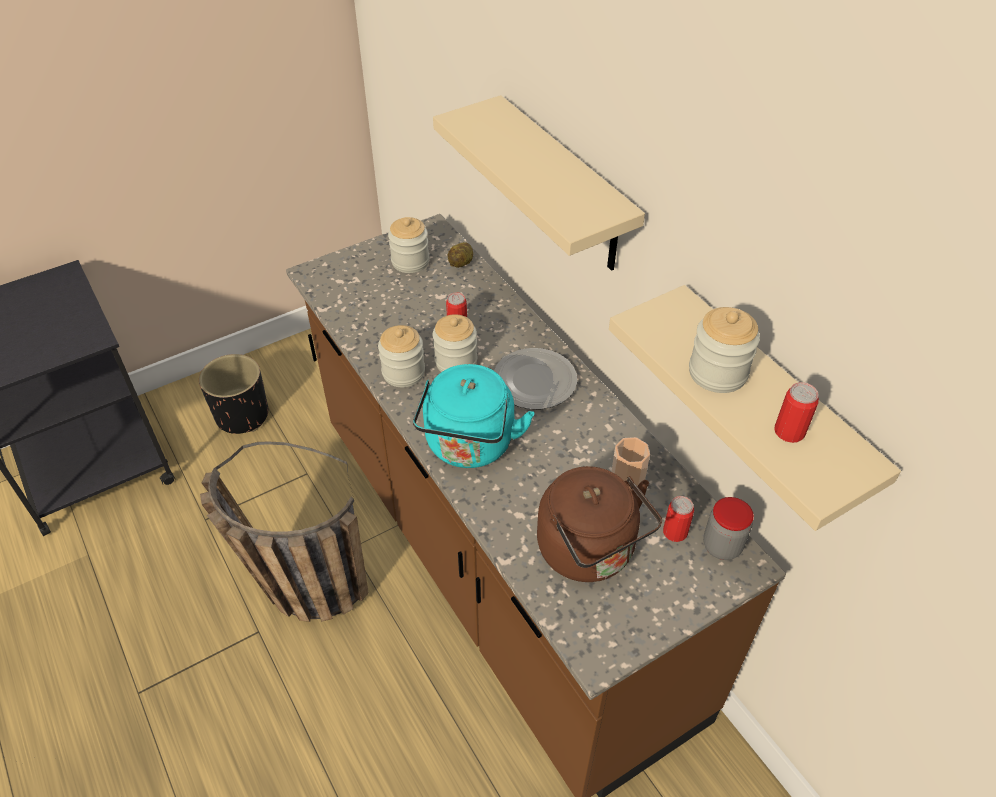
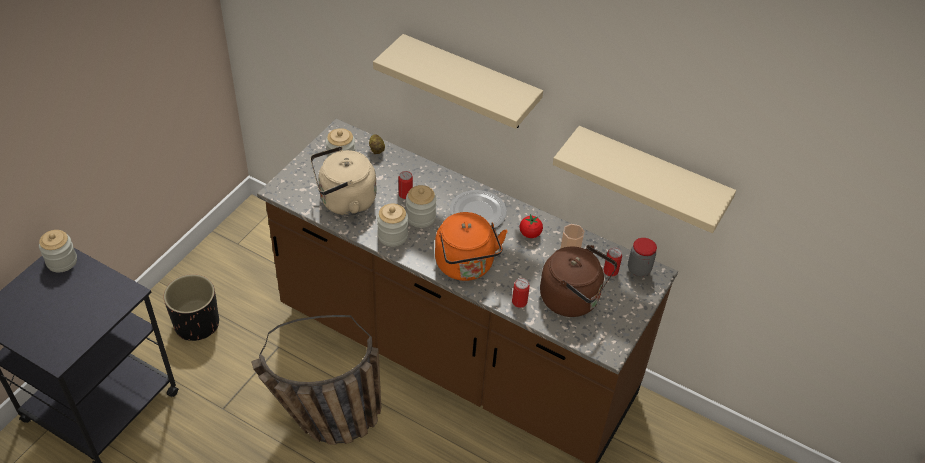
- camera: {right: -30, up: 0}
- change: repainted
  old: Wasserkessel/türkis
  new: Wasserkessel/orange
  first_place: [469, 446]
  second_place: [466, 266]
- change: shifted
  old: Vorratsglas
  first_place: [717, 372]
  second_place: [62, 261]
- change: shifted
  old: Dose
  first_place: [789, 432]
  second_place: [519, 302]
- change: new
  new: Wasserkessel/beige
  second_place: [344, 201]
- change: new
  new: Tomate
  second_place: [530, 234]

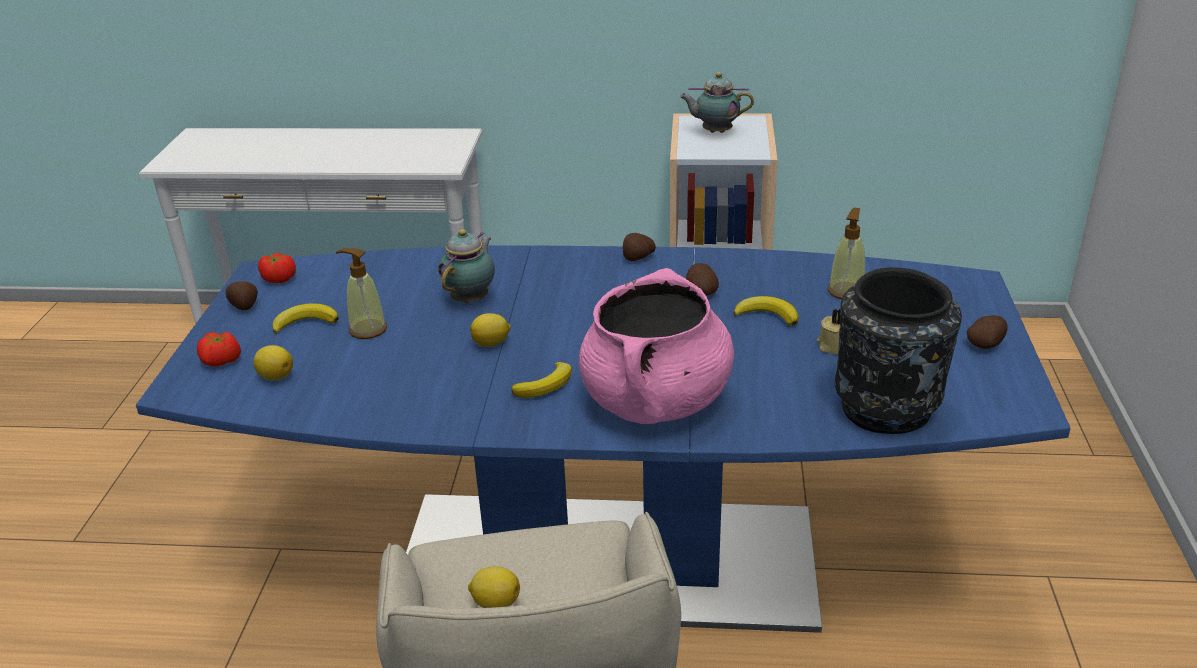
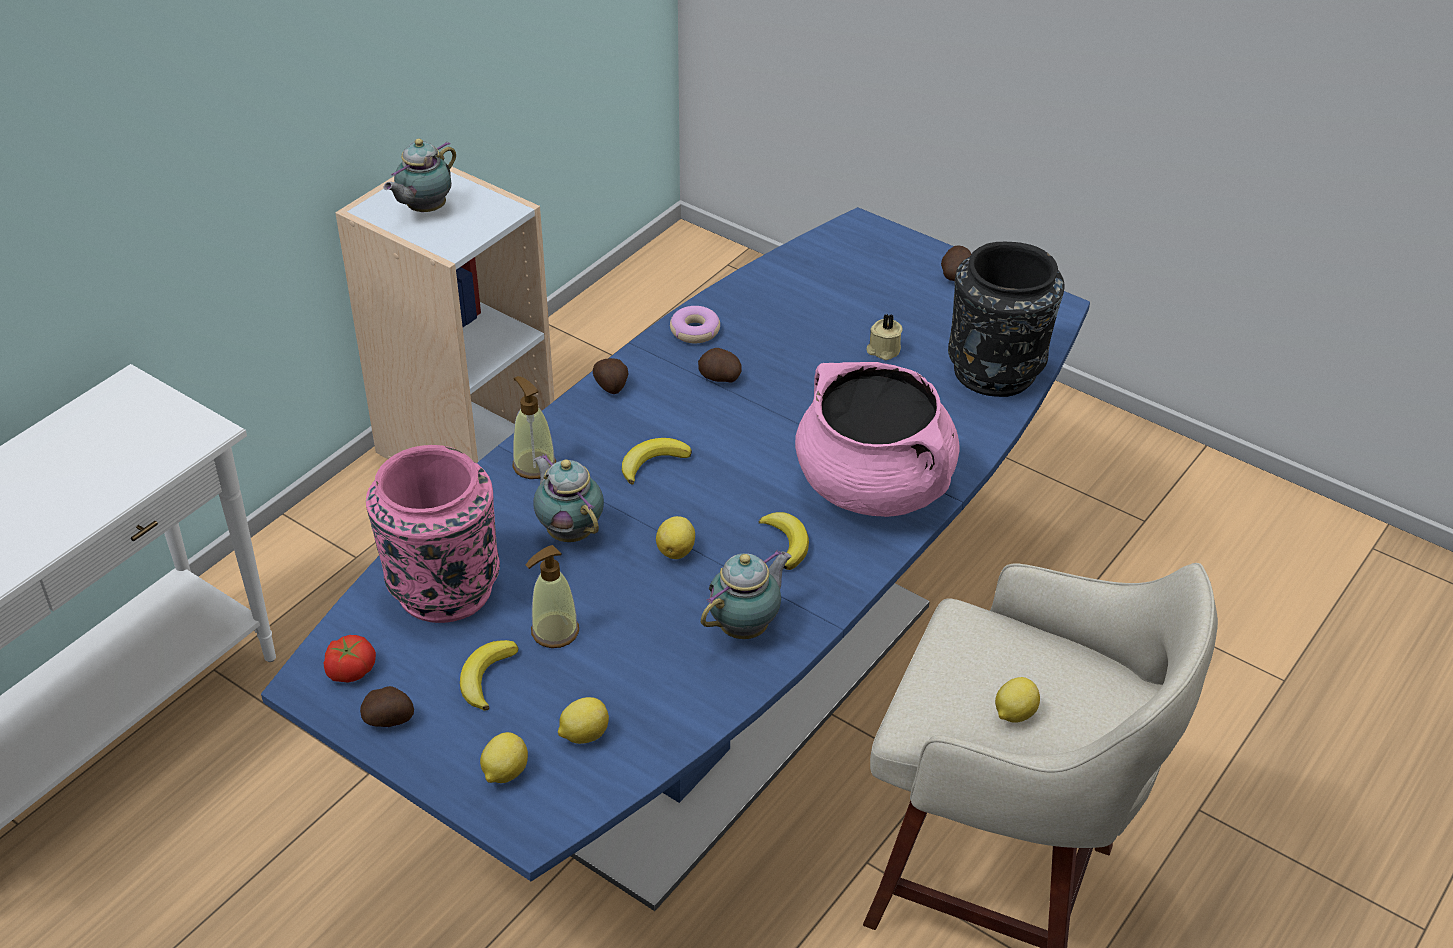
- camera: {right: -60, up: 10}
- change: swapped
  old: Tomate
  new: Zitrone
  first_place: [221, 361]
  second_place: [504, 772]
- change: shifted
  old: Banane
  first_place: [767, 315]
  second_place: [652, 462]
- change: shifted
  old: Seifenspender
  first_place: [846, 291]
  second_place: [534, 465]
- change: new
  new: Vase/rosa
  second_place: [442, 588]
- change: new
  new: Donut
  second_place: [695, 331]
- change: new
  new: Teekanne
  second_place: [746, 627]

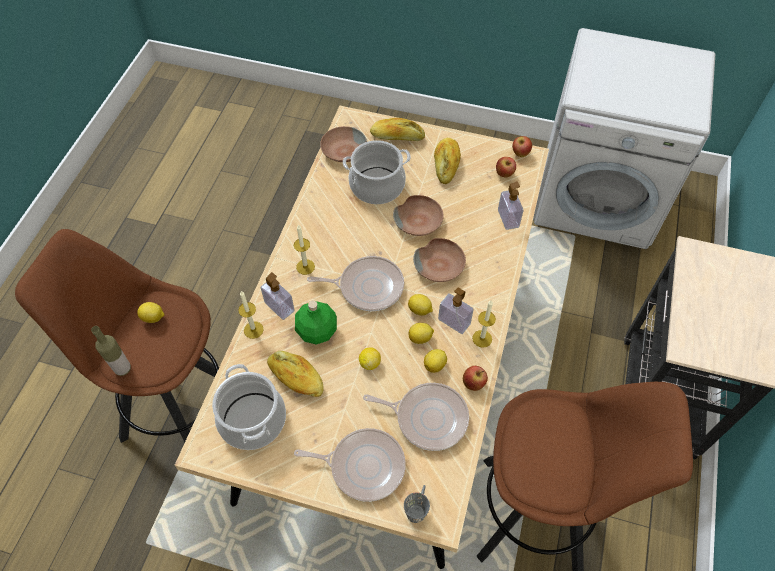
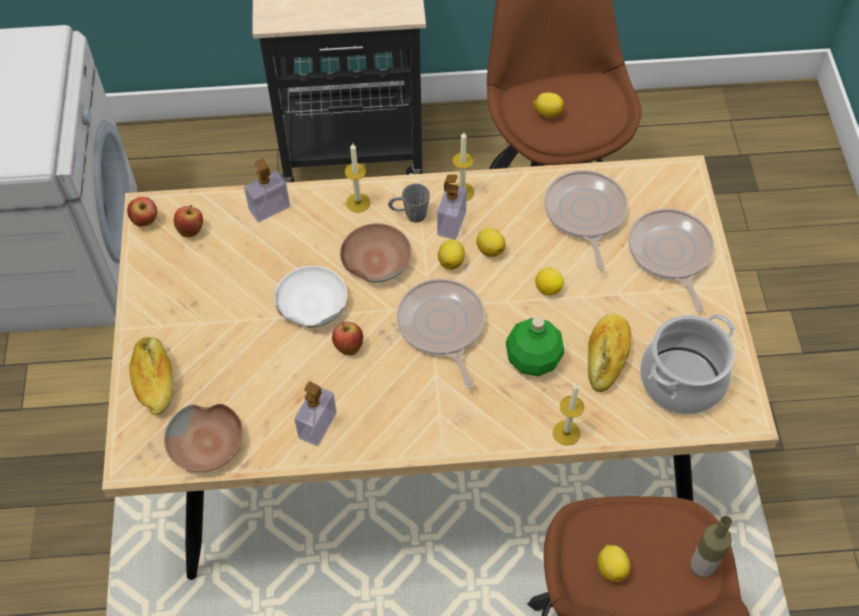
- camera: {right: -110, up: 0}
- change: shifted
  old: Seifenspender
  first_place: [279, 307]
  second_place: [317, 425]
- change: shifted
  old: Kerze
  first_place: [305, 267]
  second_place: [358, 202]
- change: gone
  old: Kochtopf
  first_place: [377, 186]
- change: repainted
  old: Schüssel/braun
  new: Schüssel/weiß
  first_place: [419, 221]
  second_place: [311, 303]
- change: shifted
  old: Henkelbecher/grau
  first_place: [417, 507]
  second_place: [409, 215]
- change: shifted
  old: Zitrone
  first_place: [435, 365]
  second_place: [547, 113]
- change: gone
  old: Brot
  first_place: [446, 165]
- change: shifted
  old: Apfel
  first_place: [473, 383]
  second_place: [348, 346]

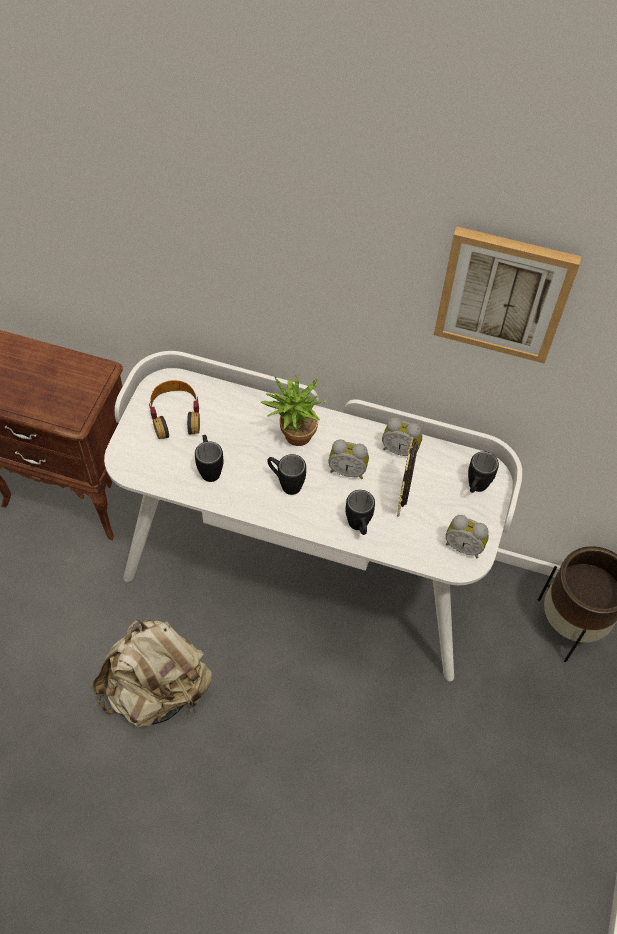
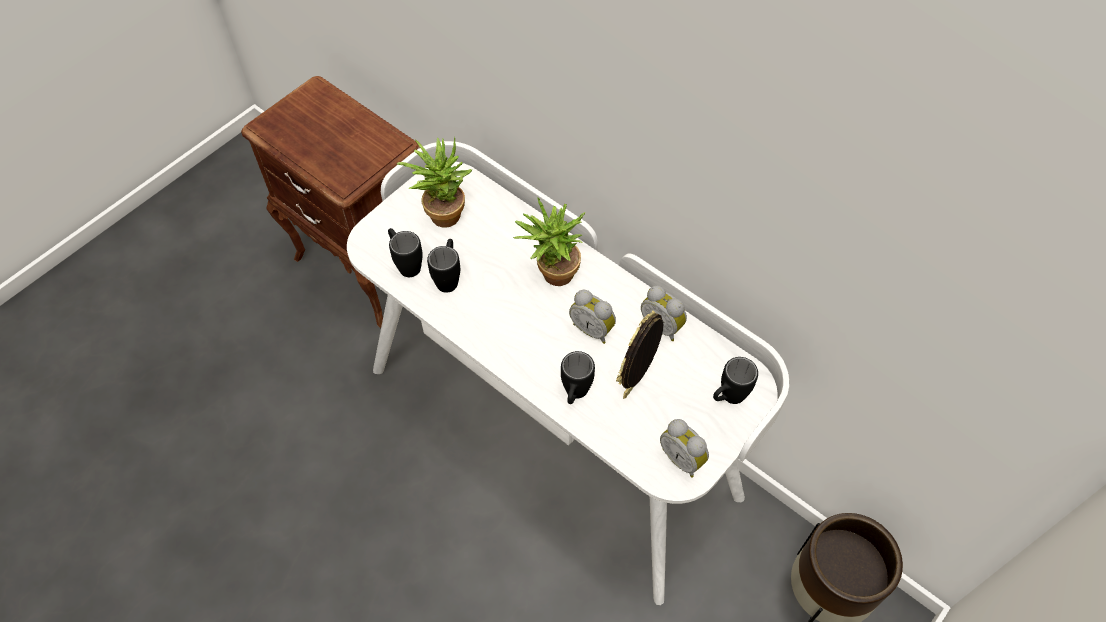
- camera: {right: 25, up: 0}
- change: gone
  old: Rucksack/beige
  first_place: [157, 690]
- change: swapped
  old: Kopfhörer
  new: Topfpflanze
  first_place: [175, 415]
  second_place: [442, 211]
- change: shifted
  old: Henkelbecher/schwarz
  first_place: [285, 483]
  second_place: [406, 264]
- change: gone
  old: Bild
  first_place: [503, 294]

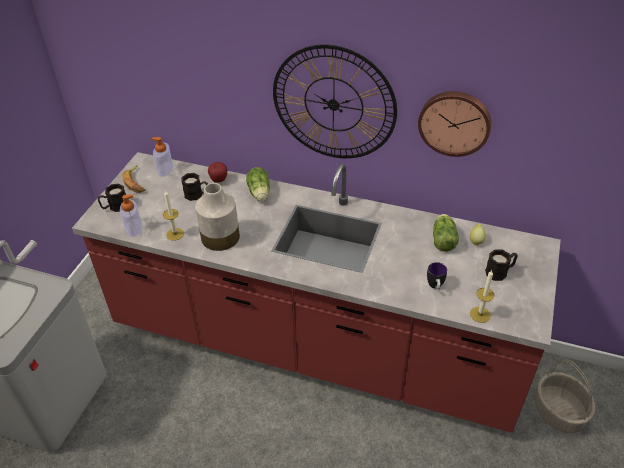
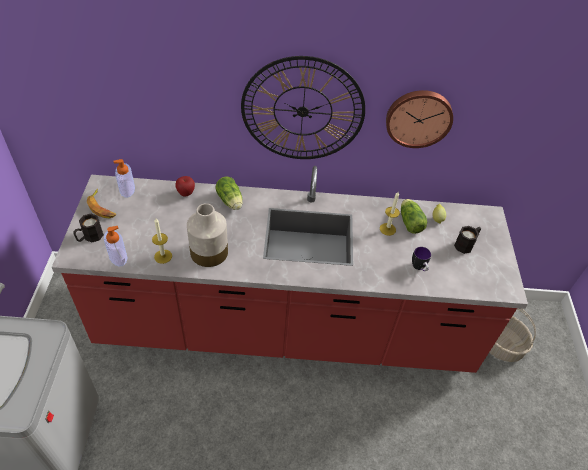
- camera: {right: -20, up: 5}
- change: gone
  old: Henkelbecher/schwarz
  first_place: [197, 195]
- change: shifted
  old: Kerze
  first_place: [480, 314]
  second_place: [387, 229]

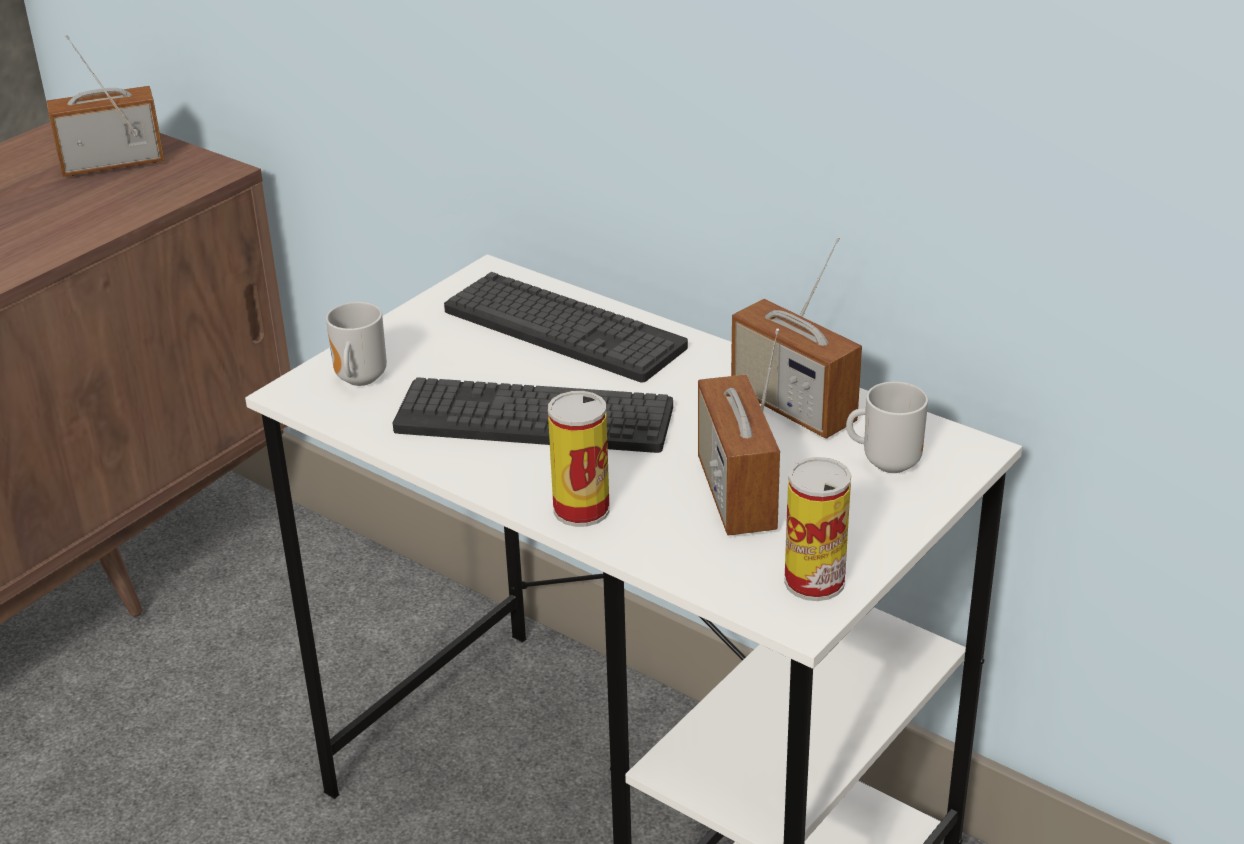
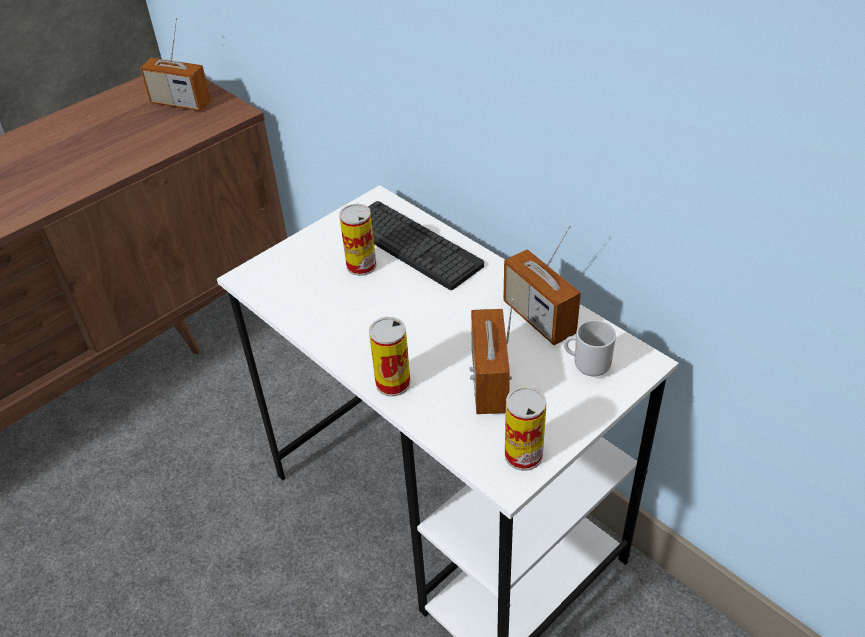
- camera: {right: 10, up: 10}
- change: rotated
  old: Radio
  first_place: [113, 164]
  second_place: [181, 103]
  degrees: -150
- change: gone
  old: Henkelbecher
  first_place: [358, 380]
- change: gone
  old: Tastatur
  first_place: [534, 419]
- change: new
  new: Dose
  second_place: [361, 265]

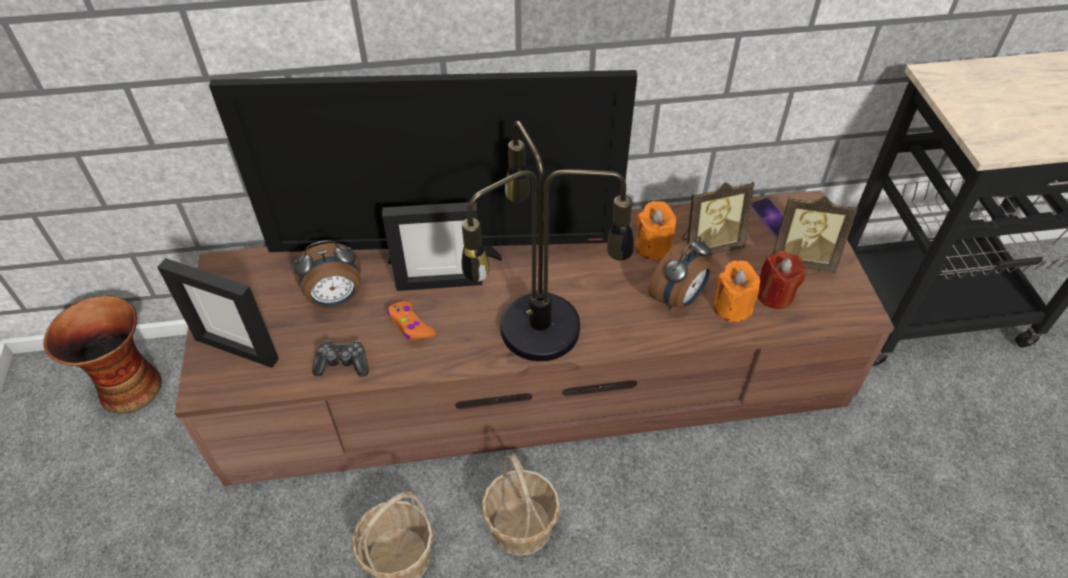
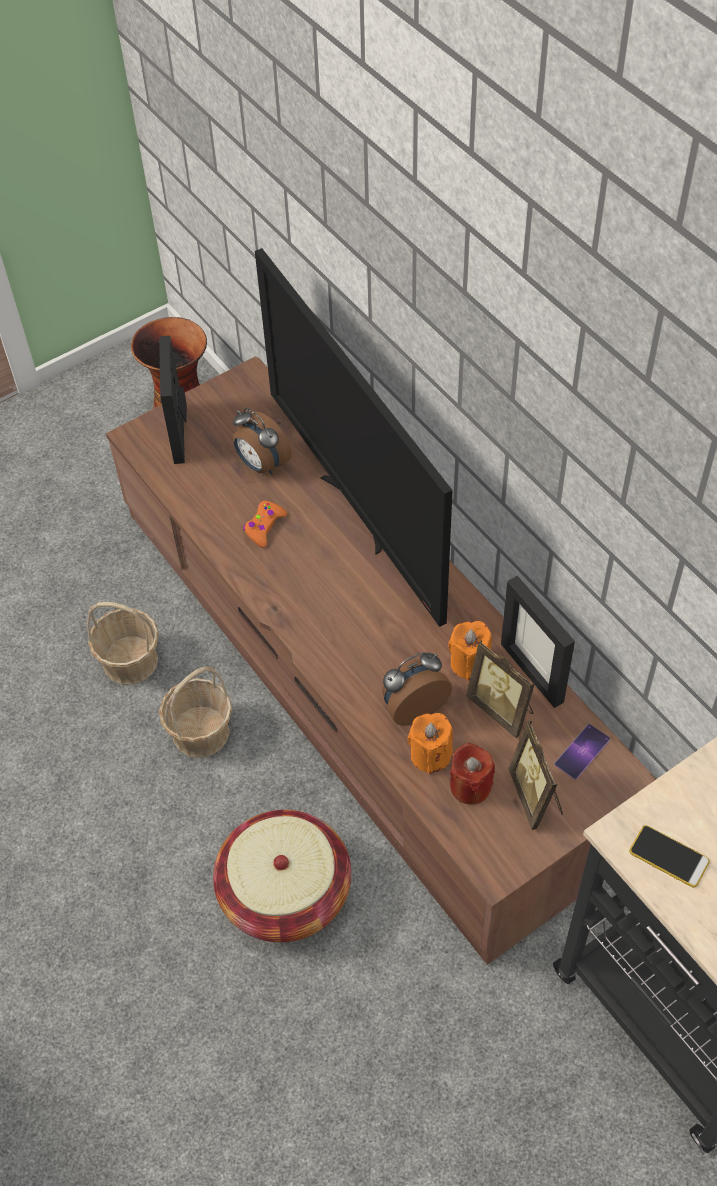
- camera: {right: 65, up: 5}
- change: gone
  old: Gamepad
  first_place: [343, 363]
- change: shifted
  old: Bilderrahmen
  first_place: [439, 282]
  second_place: [533, 671]
- change: gone
  old: Tischlampe
  first_place: [540, 327]
- change: rotated
  old: Wecker
  first_place: [677, 299]
  second_place: [413, 707]
  degrees: 135
- change: new
  new: Korb
  second_place: [285, 891]
- change: new
  new: Handy
  second_place: [669, 856]

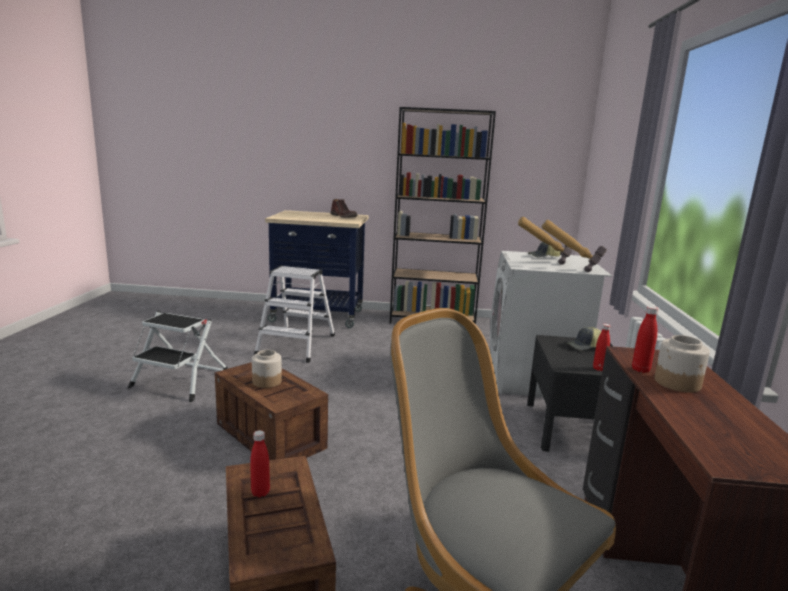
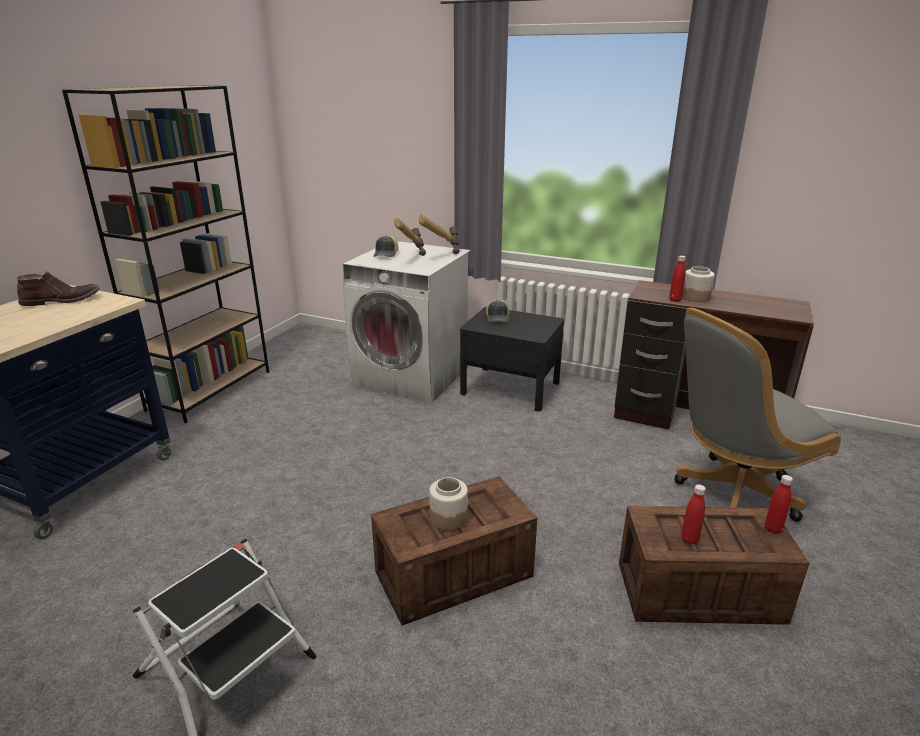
- camera: {right: -70, up: 10}
- change: gone
  old: Trittleiter/weiß
  first_place: [297, 344]
- change: shifted
  old: Flasche/rot
  first_place: [599, 369]
  second_place: [773, 529]

